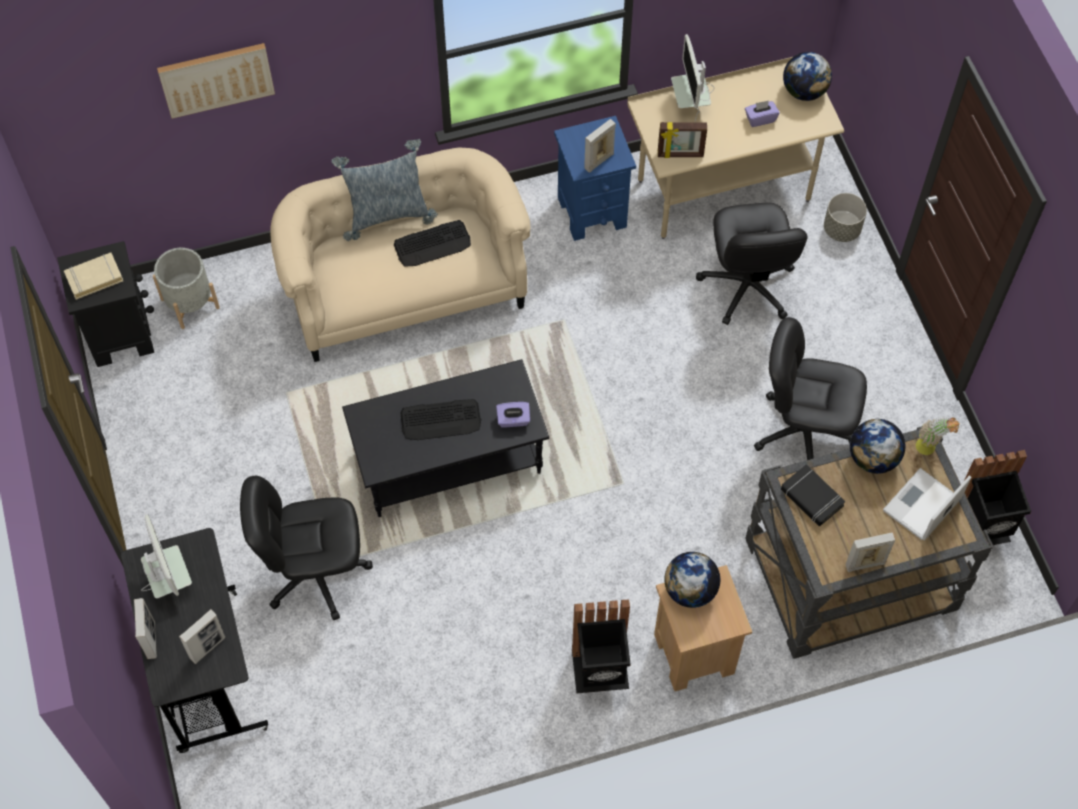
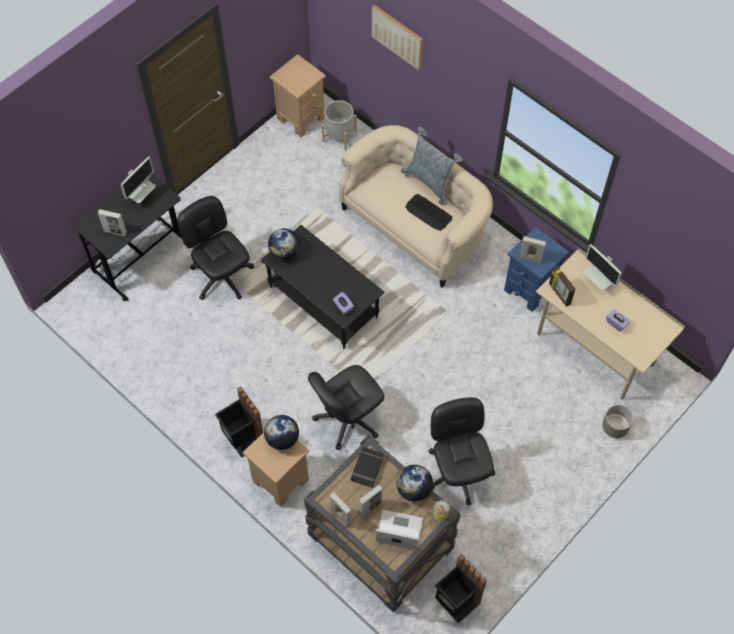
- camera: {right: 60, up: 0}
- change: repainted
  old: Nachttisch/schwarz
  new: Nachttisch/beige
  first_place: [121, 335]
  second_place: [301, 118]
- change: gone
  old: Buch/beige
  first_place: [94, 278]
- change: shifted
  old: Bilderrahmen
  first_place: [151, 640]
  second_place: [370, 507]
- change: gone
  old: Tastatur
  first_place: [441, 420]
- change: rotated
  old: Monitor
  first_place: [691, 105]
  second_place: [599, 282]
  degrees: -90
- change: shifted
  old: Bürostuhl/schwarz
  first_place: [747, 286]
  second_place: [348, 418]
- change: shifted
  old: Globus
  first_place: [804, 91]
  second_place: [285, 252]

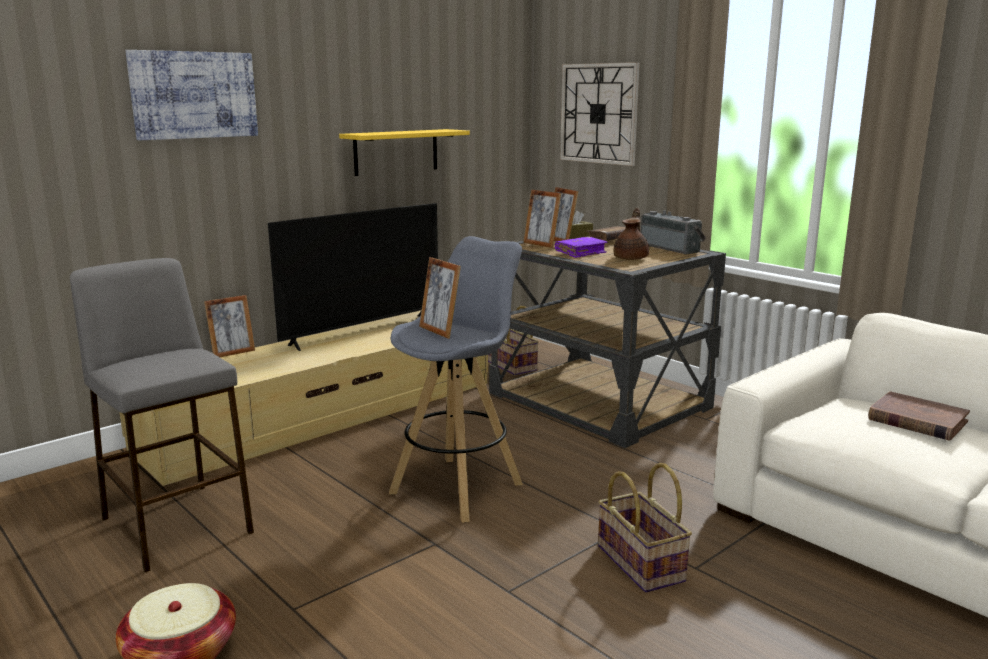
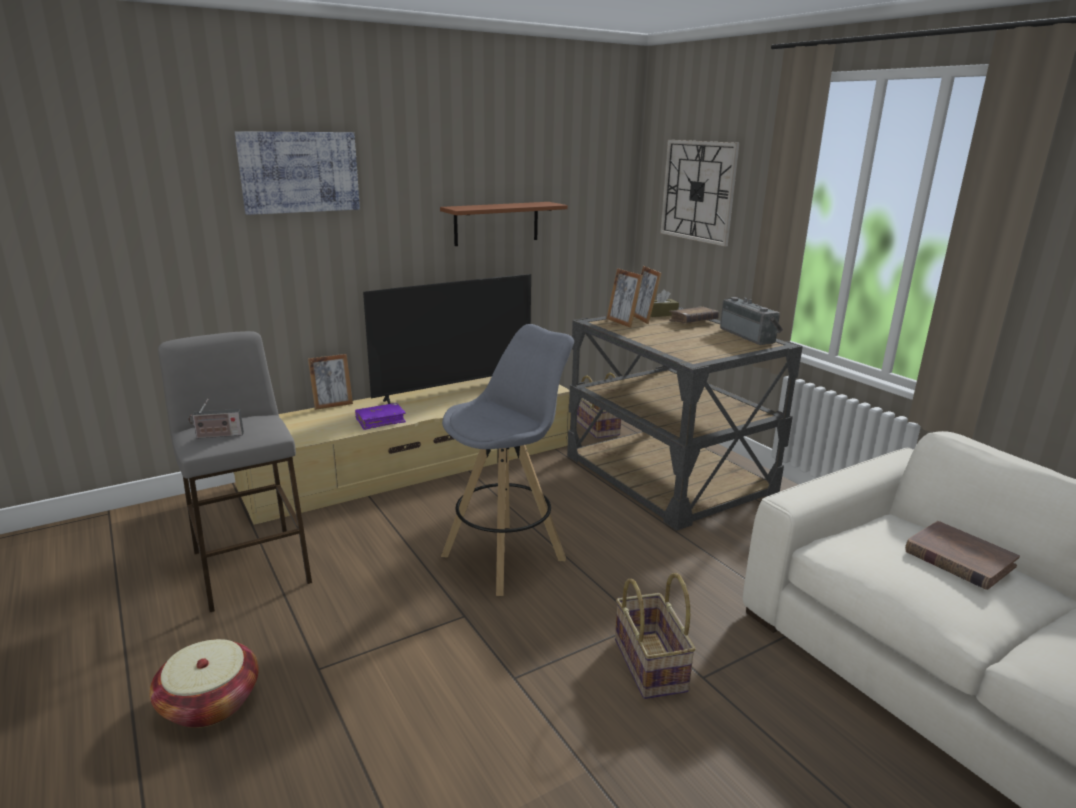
- camera: {right: 10, up: 5}
- change: repainted
  old: Wandregal/gelb
  new: Wandregal/braun
  first_place: [396, 152]
  second_place: [496, 223]
- change: gone
  old: Bilderrahmen
  first_place: [440, 331]
- change: shifted
  old: Buch/lila
  first_place: [580, 253]
  second_place: [380, 421]
- change: gone
  old: Teekanne/braun
  first_place: [631, 258]
- change: new
  new: Radio
  second_place: [217, 436]

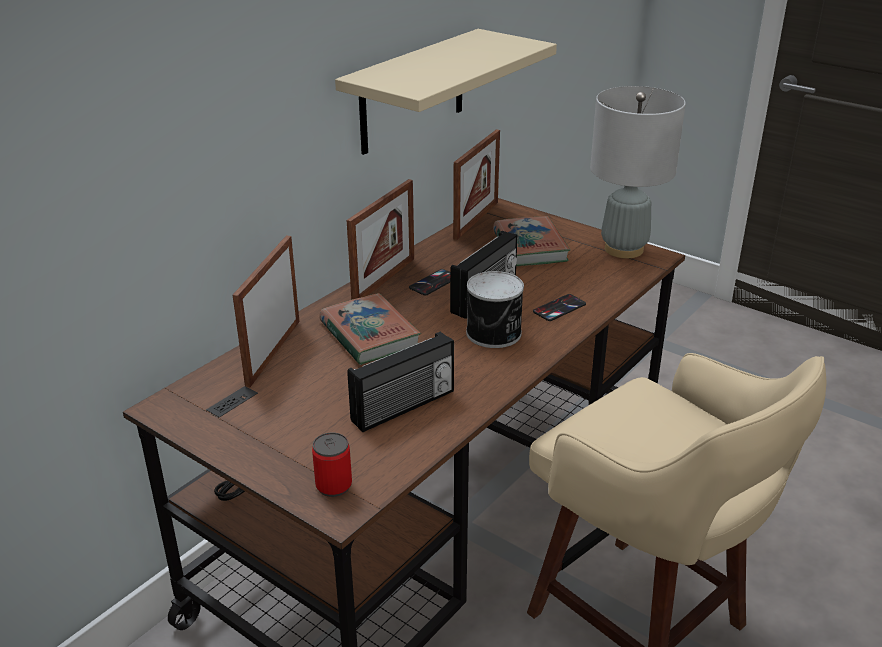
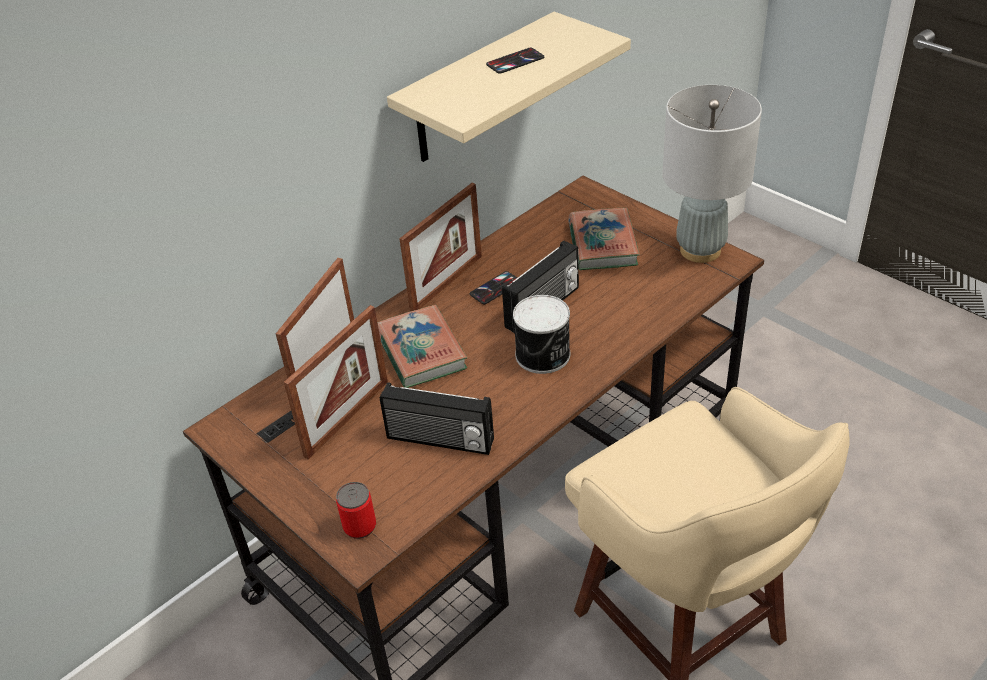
- camera: {right: 10, up: 10}
- change: rotated
  old: Radio
  first_place: [404, 407]
  second_place: [439, 440]
  degrees: 45
- change: shifted
  old: Bilderrahmen
  first_place: [476, 220]
  second_place: [347, 418]
- change: shifted
  old: Handy
  first_place: [559, 308]
  second_place: [515, 61]

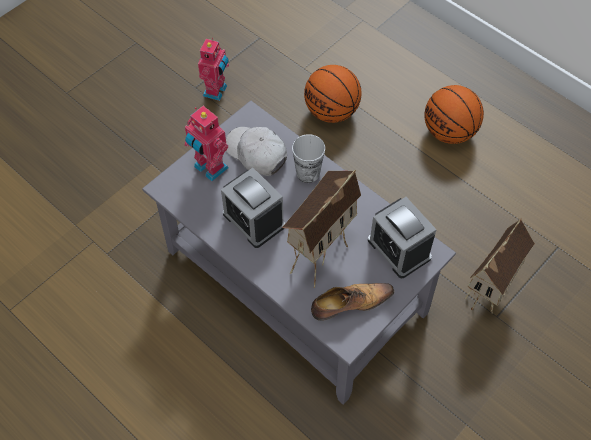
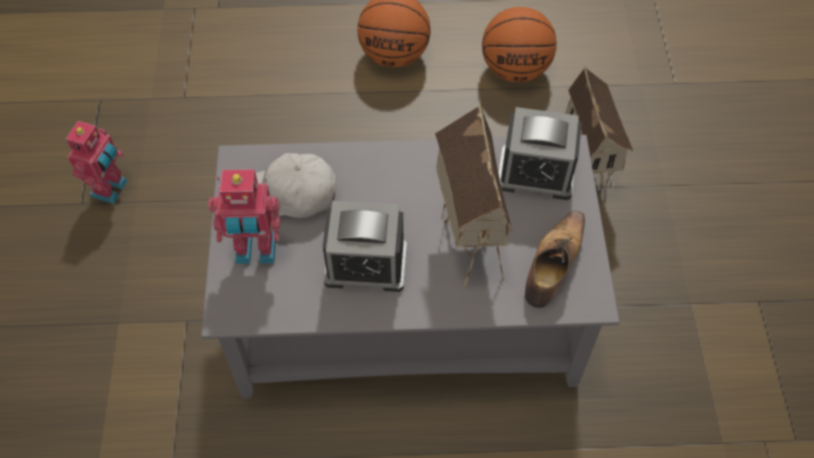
- camera: {right: -45, up: 0}
- change: rotated
  old: Spielzeugroboter
  first_place: [216, 91]
  second_place: [111, 189]
  degrees: 45
- change: gone
  old: Tasse
  first_place: [308, 173]
- change: shifted
  old: Basketball
  first_place: [331, 112]
  second_place: [515, 70]

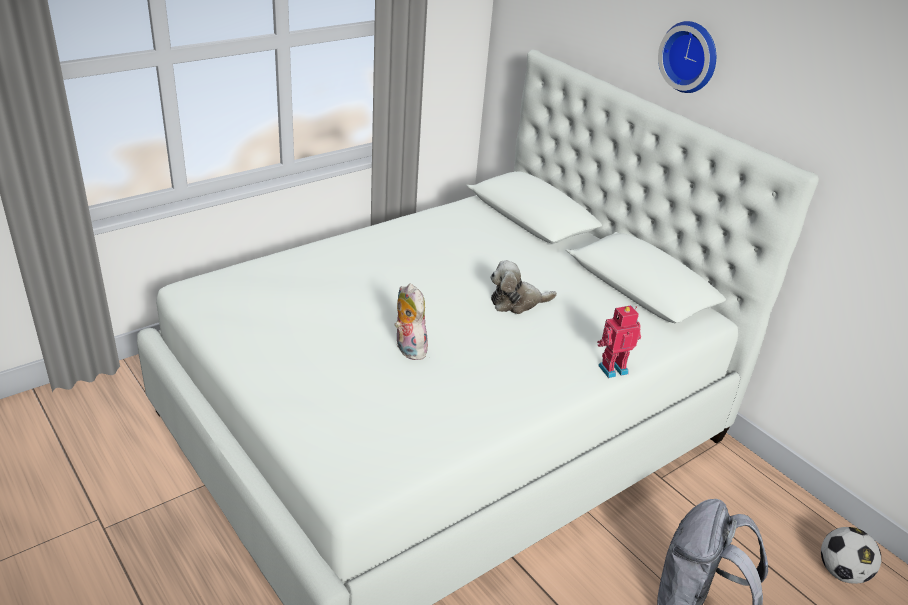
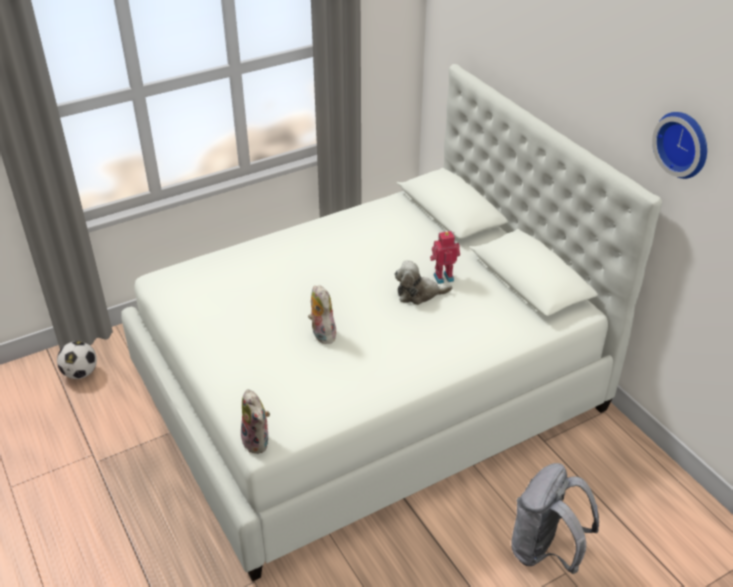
- camera: {right: 10, up: 5}
- change: shifted
  old: Spielzeugroboter
  first_place: [612, 368]
  second_place: [443, 277]
- change: shifted
  old: Wanduhr
  first_place: [691, 56]
  second_place: [684, 143]
- change: shifted
  old: Fußball
  first_place: [841, 572]
  second_place: [80, 373]
- change: new
  new: Plüschtier
  second_place: [258, 441]

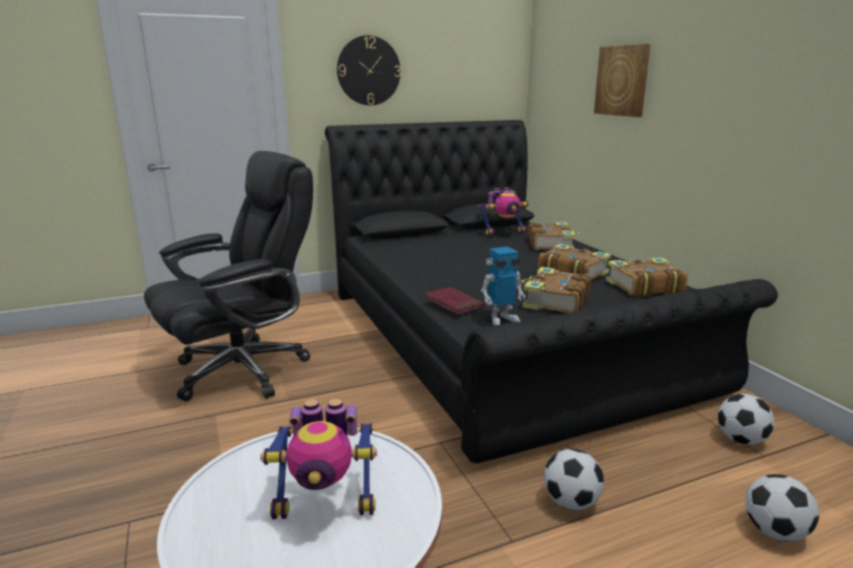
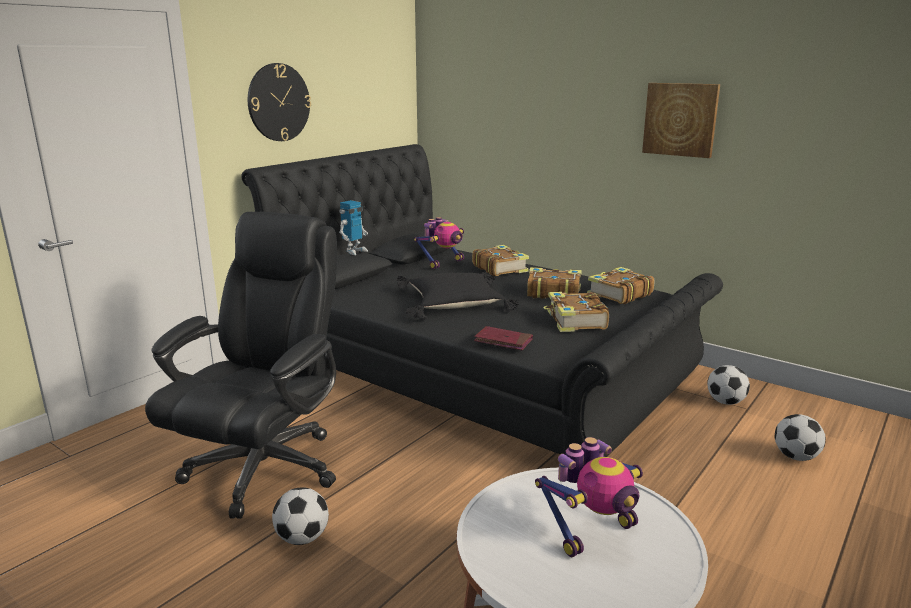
- camera: {right: -30, up: 0}
- change: shifted
  old: Spielzeugroboter
  first_place: [502, 319]
  second_place: [354, 251]
- change: shifted
  old: Fußball
  first_place: [571, 502]
  second_place: [302, 538]
- change: shifted
  old: Bild
  first_place: [622, 80]
  second_place: [680, 119]
- change: new
  new: Kissen/schwarz
  second_place: [453, 300]

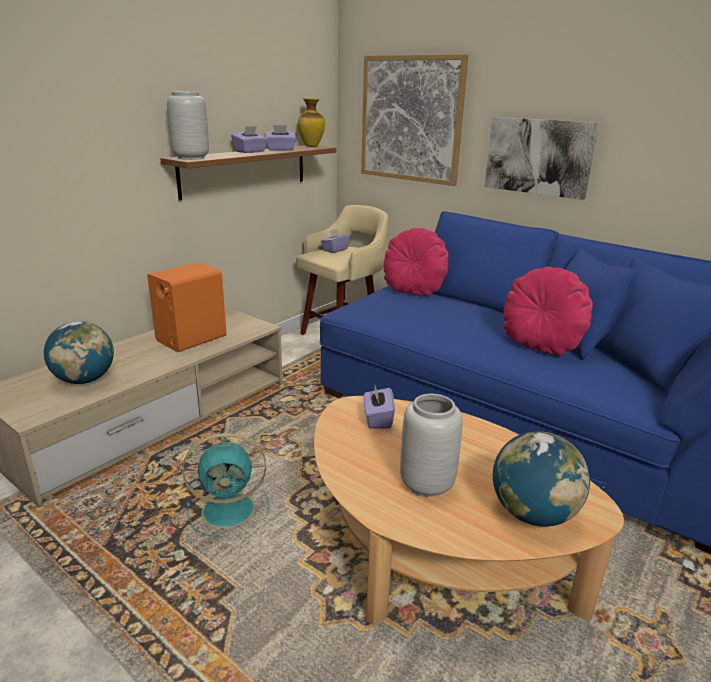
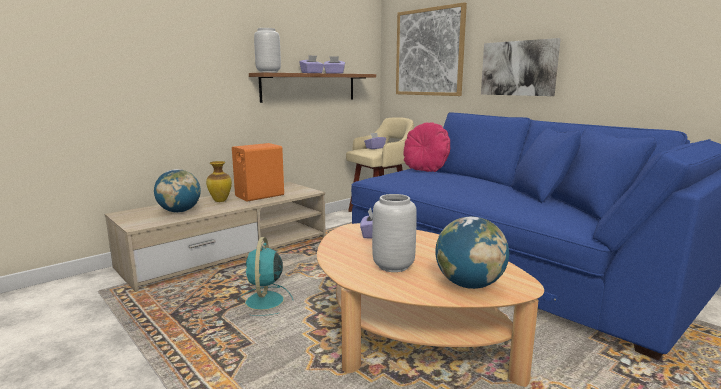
- camera: {right: 10, up: -10}
- change: rotated
  old: Ventilator/türkis
  first_place: [231, 510]
  second_place: [264, 302]
  degrees: 90
- change: shifted
  old: Vase
  first_place: [311, 146]
  second_place: [220, 201]
- change: gone
  old: Kissen/rosa
  first_place: [540, 346]

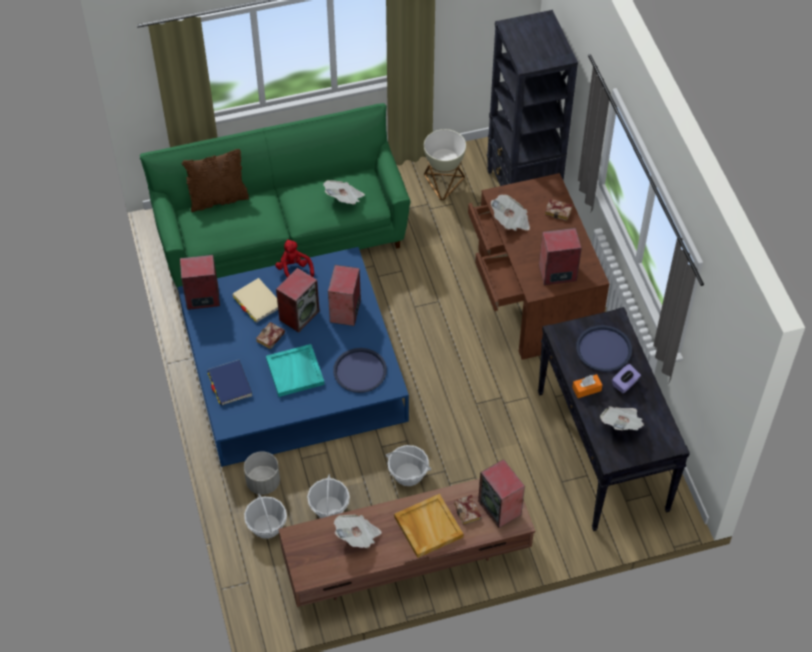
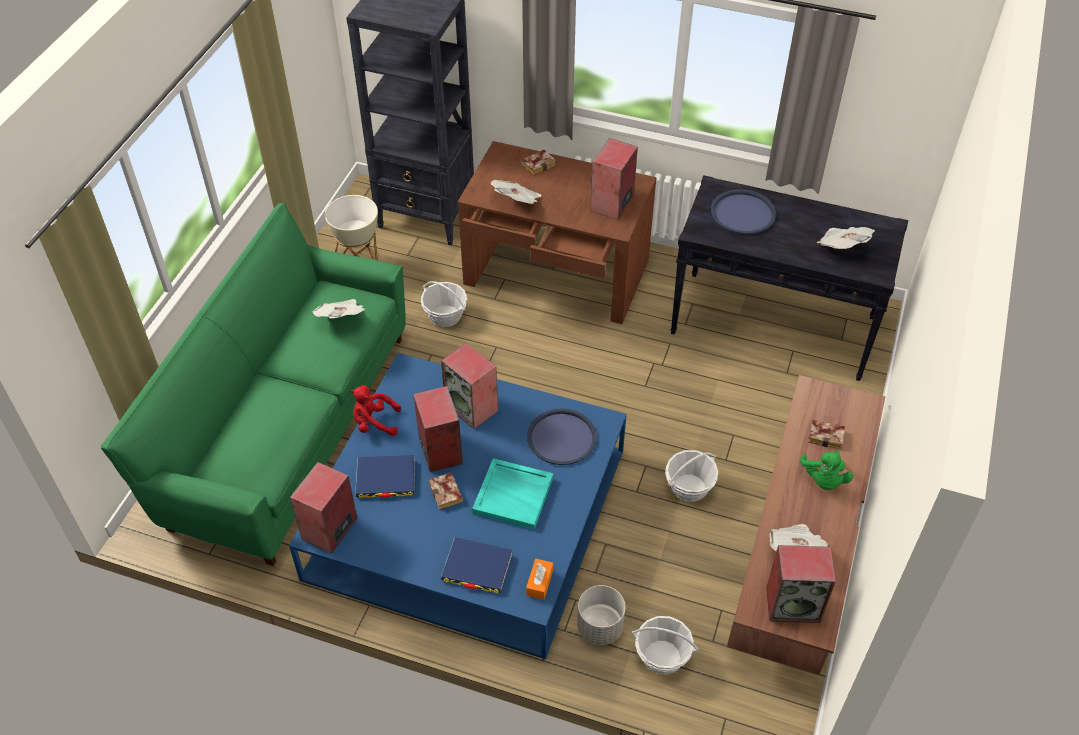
- camera: {right: -55, up: -5}
- change: gone
  old: Kissen/braun
  first_place: [218, 199]
- change: repainted
  old: Buch/beige
  new: Buch/blau
  first_place: [257, 302]
  second_place: [386, 479]
- change: shifted
  old: Korb
  first_place: [329, 508]
  second_place: [445, 316]
- change: swapped
  old: Tablett/beige
  new: Plüschtier/grün
  first_place: [427, 527]
  second_place: [823, 480]
- change: shifted
  old: Lautsprecher
  first_place: [500, 508]
  second_place: [793, 604]
- change: shifted
  old: Taschentuchbox/orange
  first_place: [586, 389]
  second_place: [539, 583]
- change: gone
  old: Taschentuchbox/lila
  first_place: [625, 384]

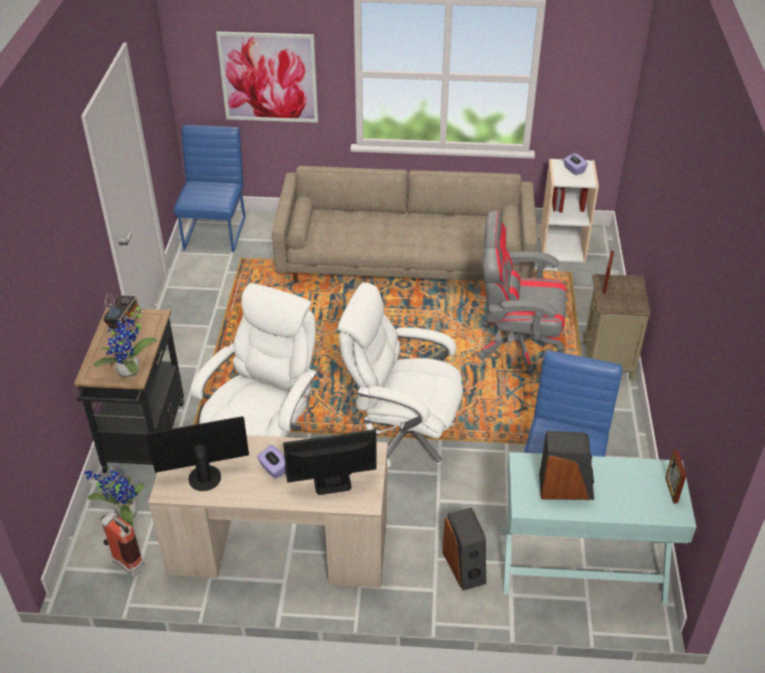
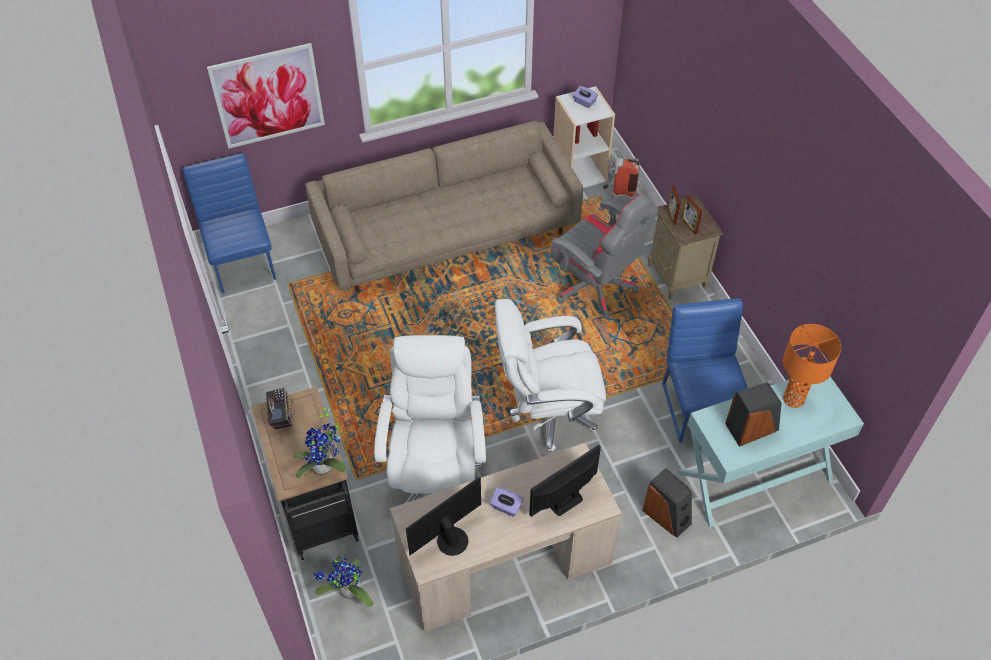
- camera: {right: -25, up: 10}
- change: shifted
  old: Feuerlöscher
  first_place: [124, 561]
  second_place: [618, 197]
- change: rotated
  old: Bürostuhl/grau
  first_place: [517, 345]
  second_place: [595, 287]
  degrees: -120
- change: shifted
  old: Bilderrahmen
  first_place: [671, 490]
  second_place: [689, 226]
- change: new
  new: Tischlampe/orange
  second_place: [793, 398]

